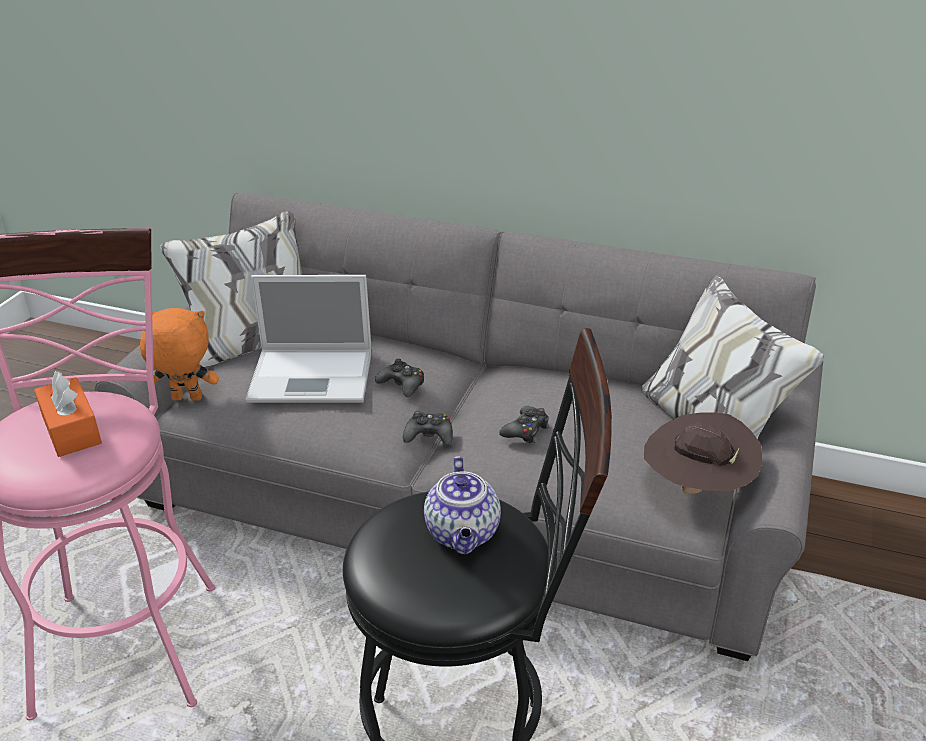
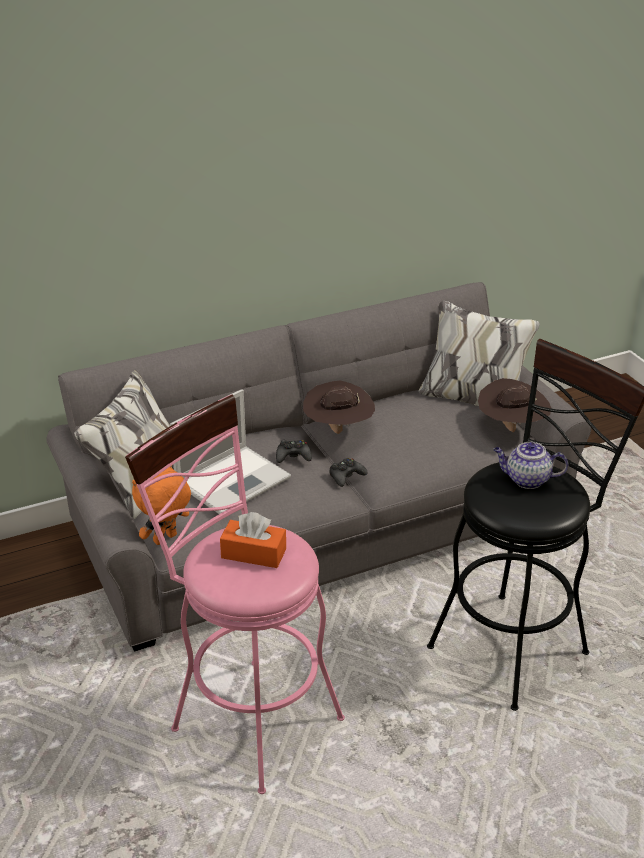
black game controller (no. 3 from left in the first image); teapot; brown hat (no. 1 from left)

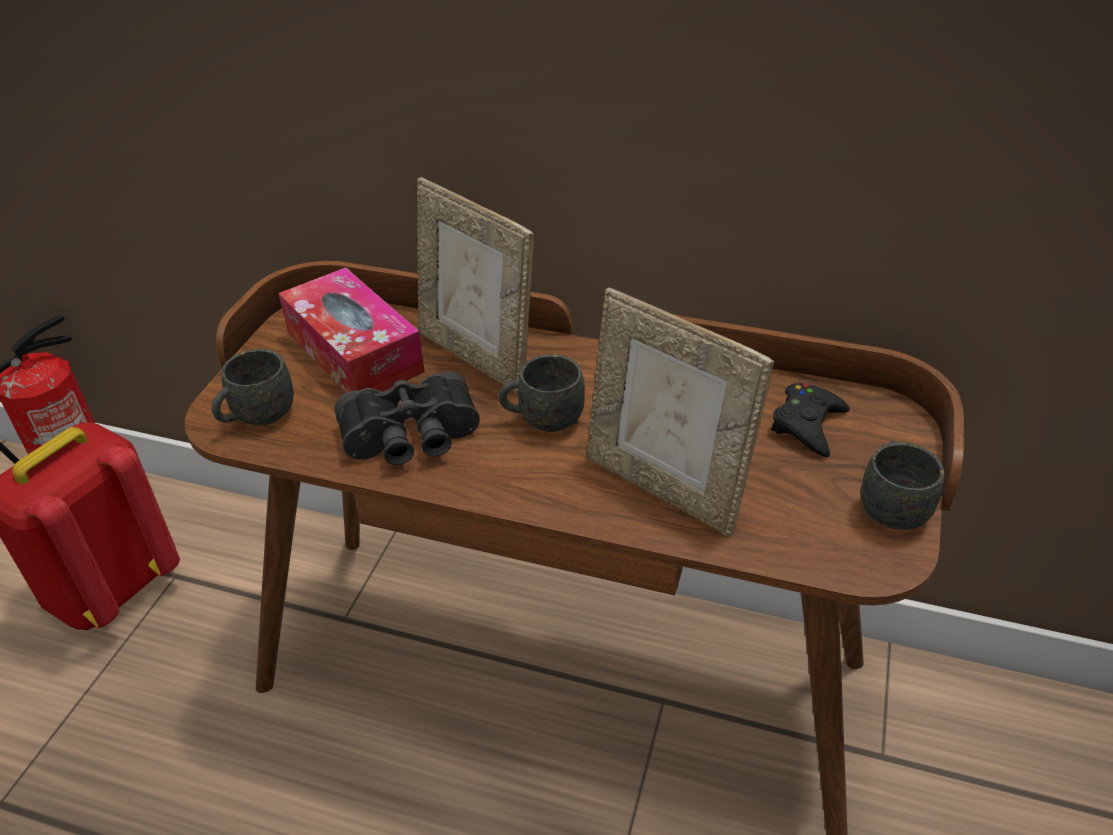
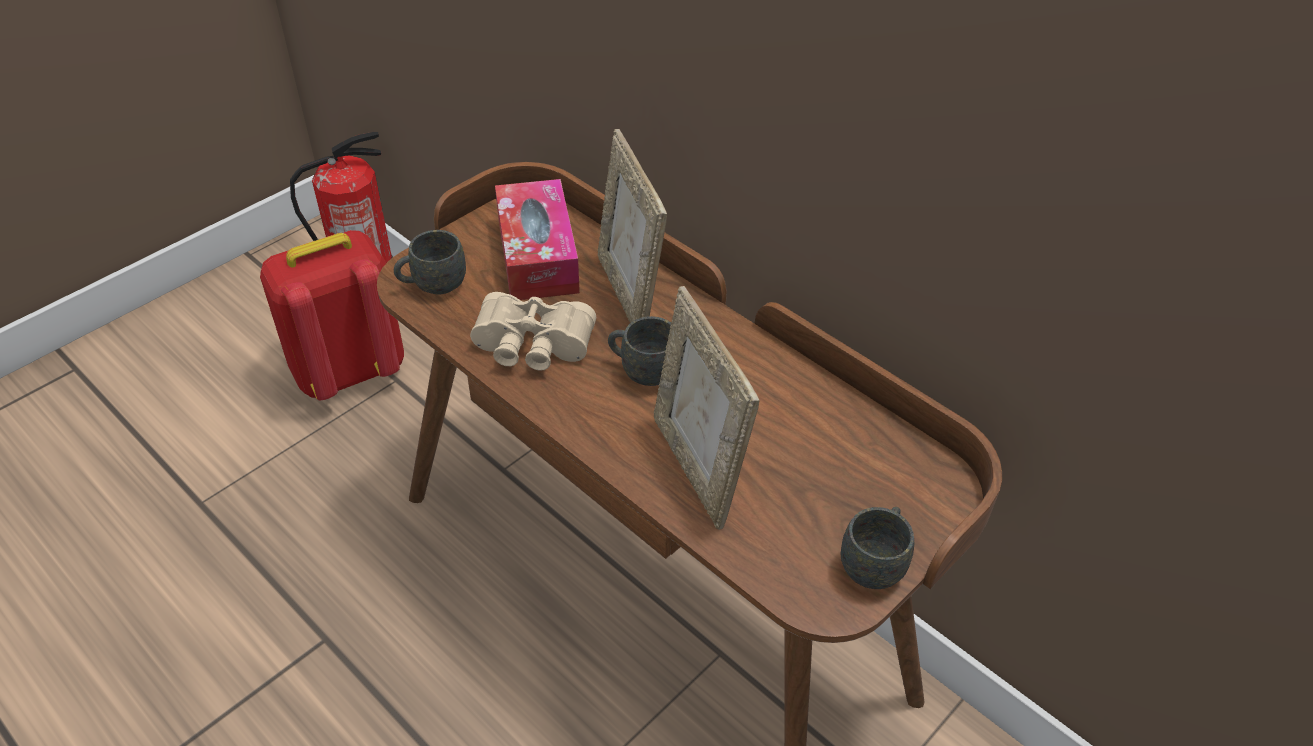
beige binoculars; black game controller

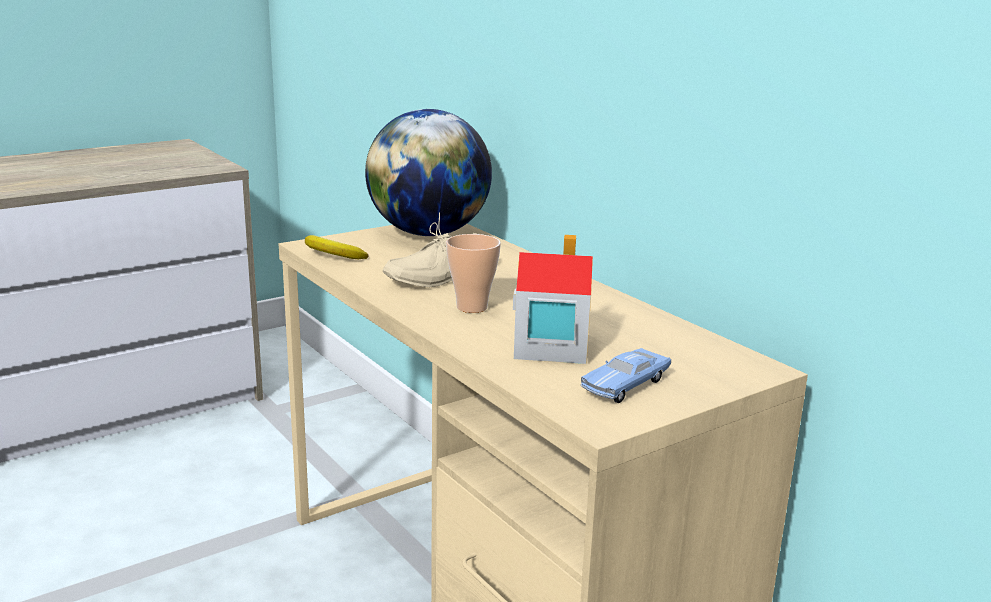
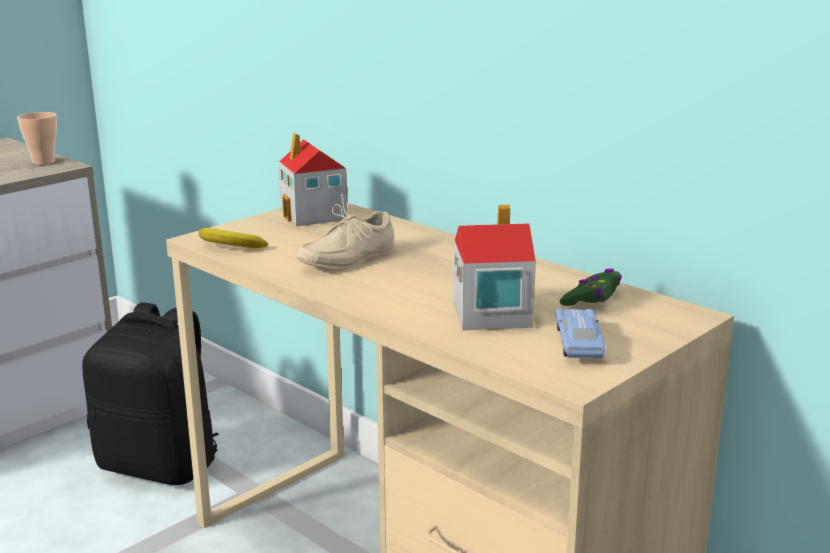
toy house (no. 1 from left); cup; blue toy car; green game controller; black backpack

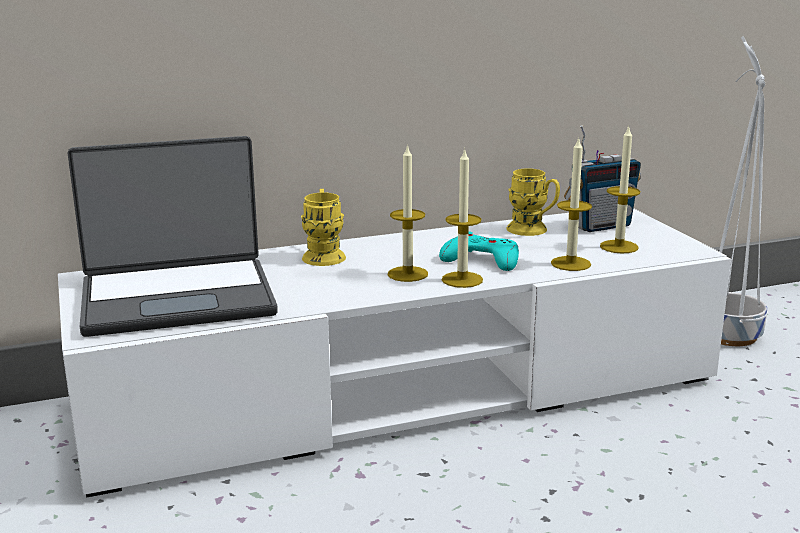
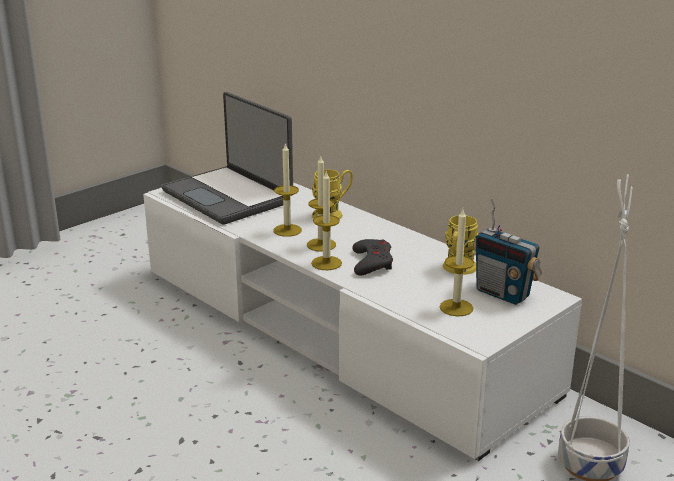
candle (no. 1 from left); grey game controller

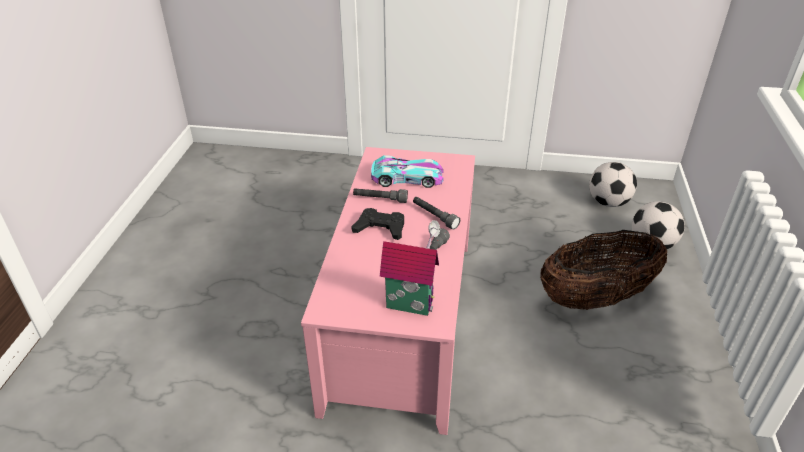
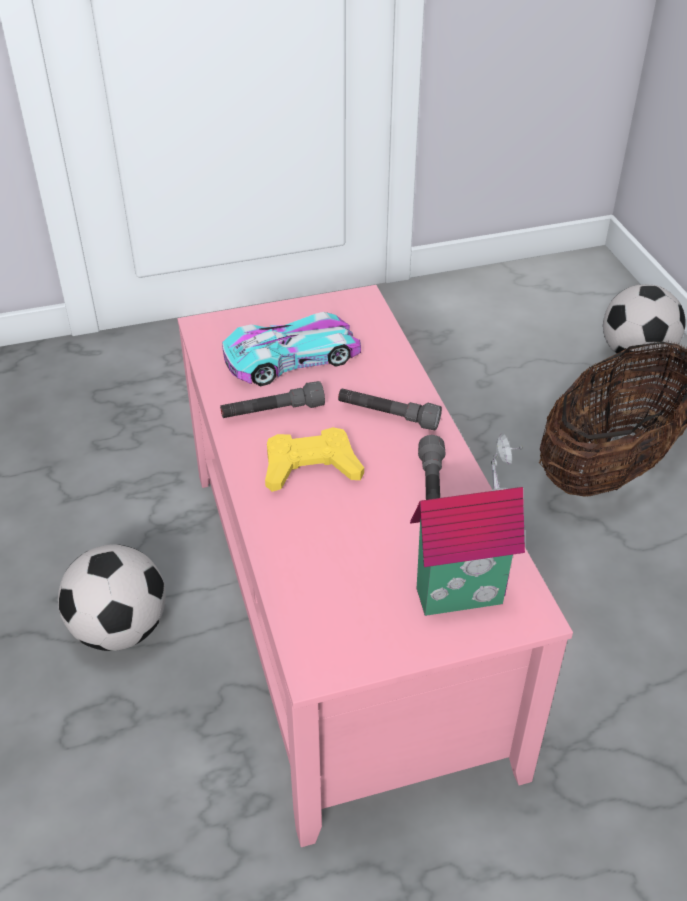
football (no. 1 from left); yellow game controller

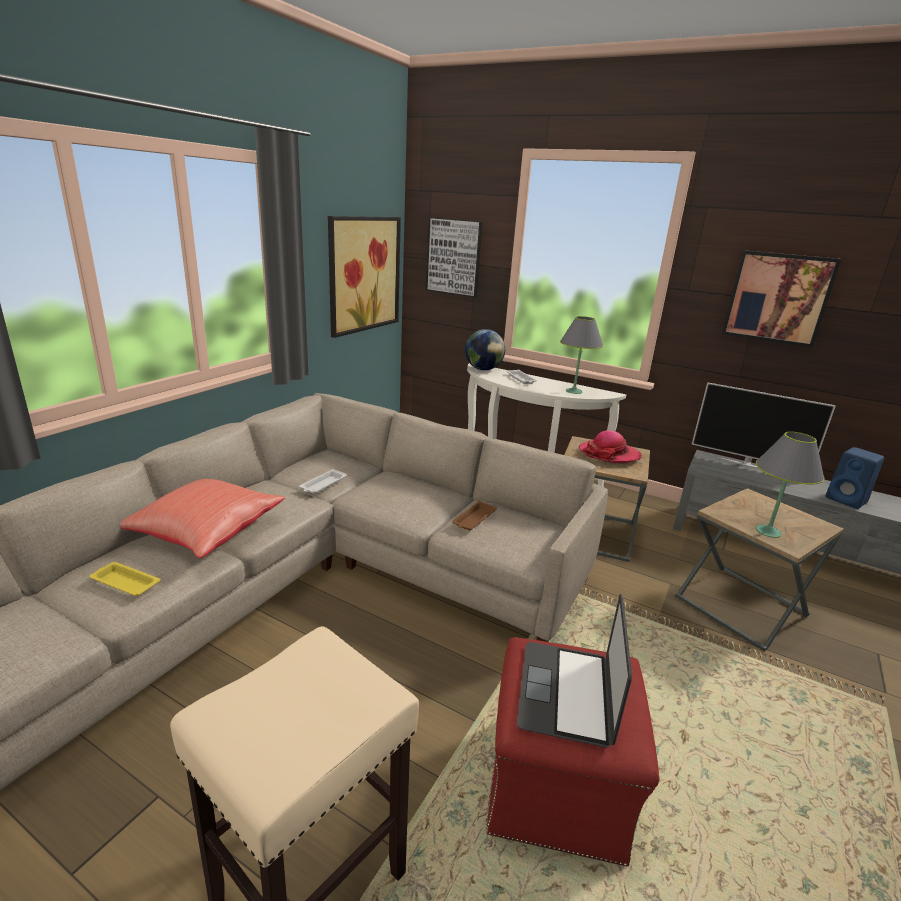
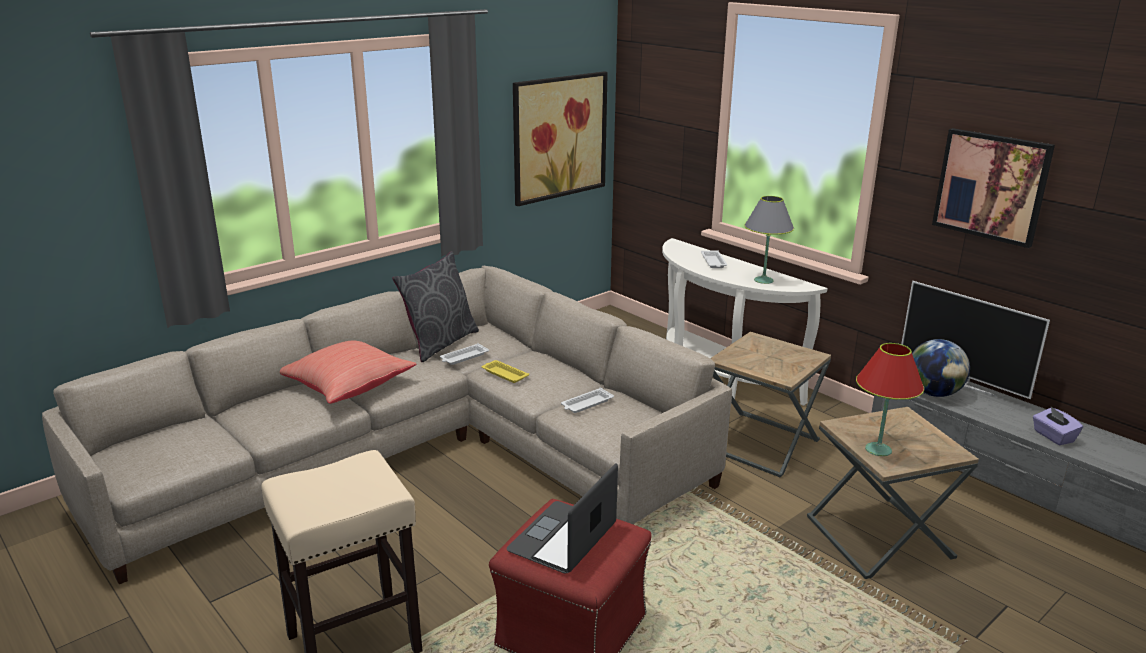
picture (no. 2 from left in the first image); globe; hat; red table lamp; purple tissue box; white tray (no. 2 from left); yellow tray; grey pillow

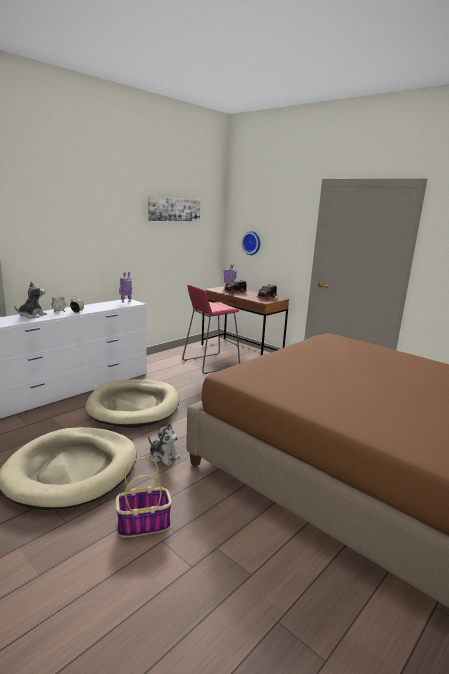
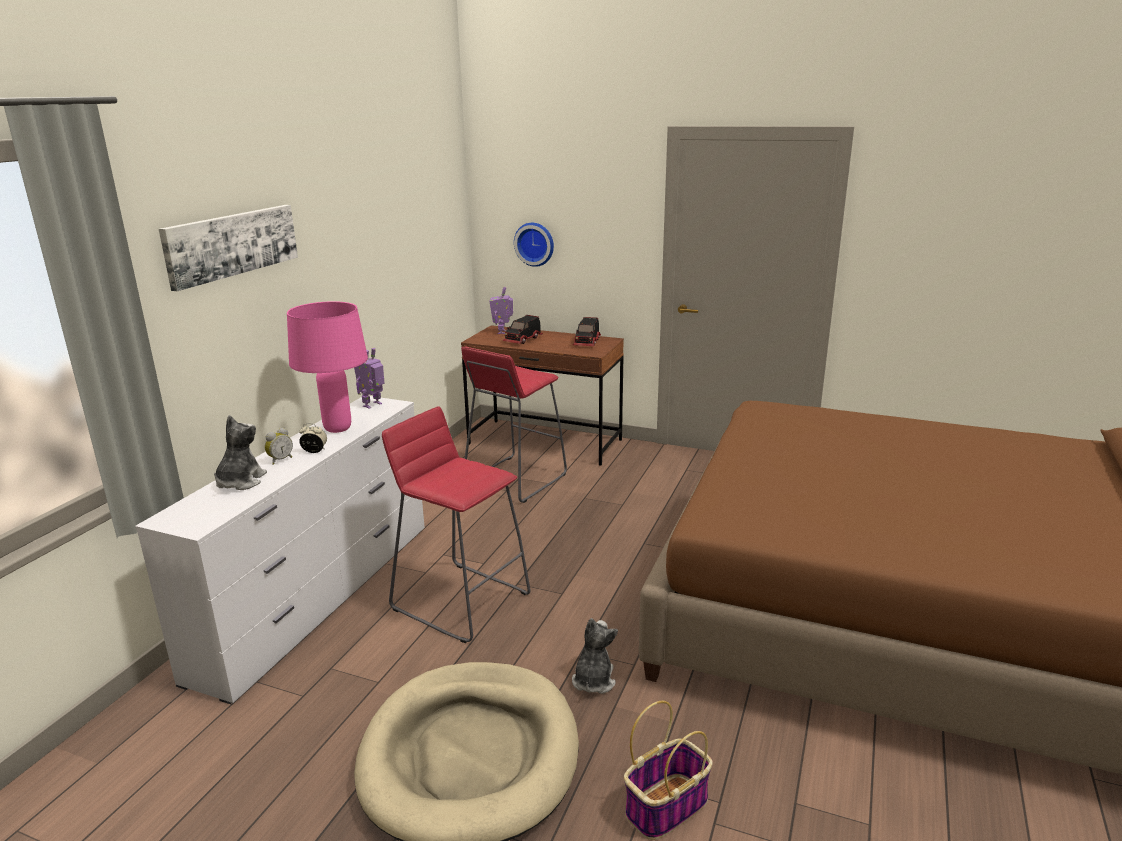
picture; red stool (no. 1 from left); plush toy (no. 2 from left); pink table lamp

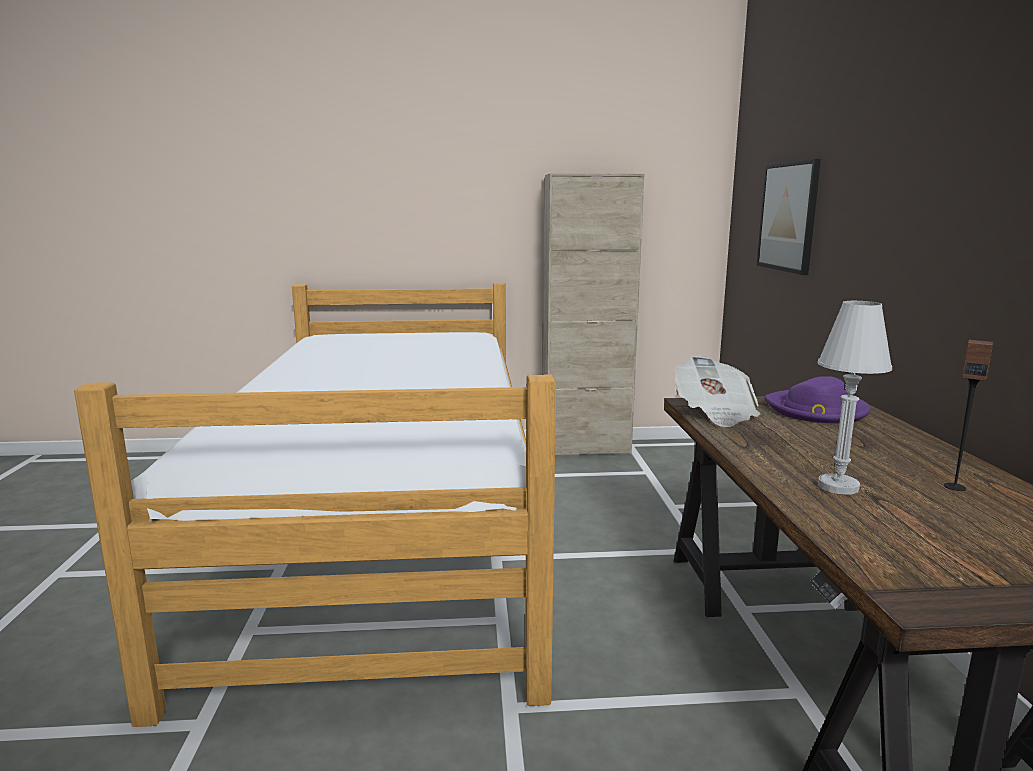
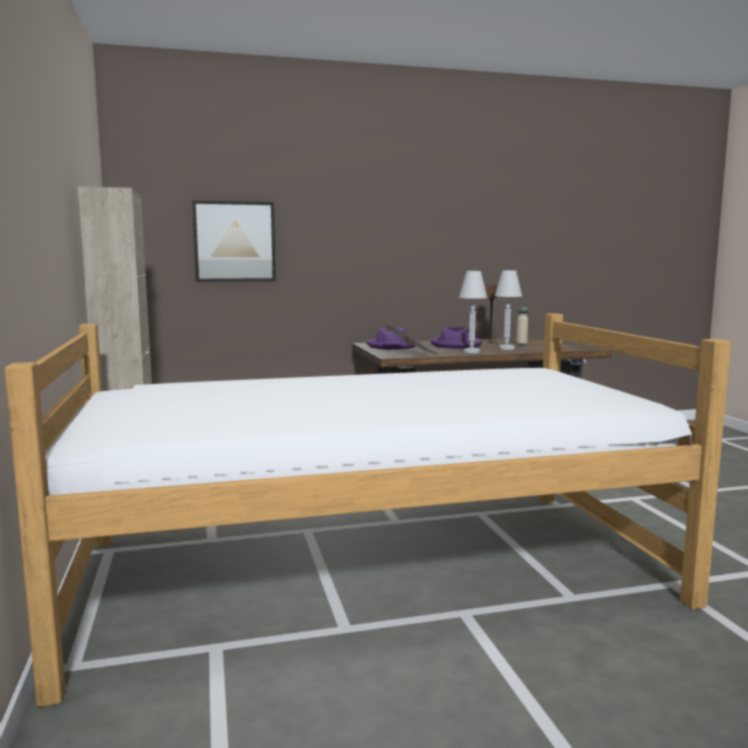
white table lamp (no. 1 from left); beige bottle; purple hat (no. 2 from left)

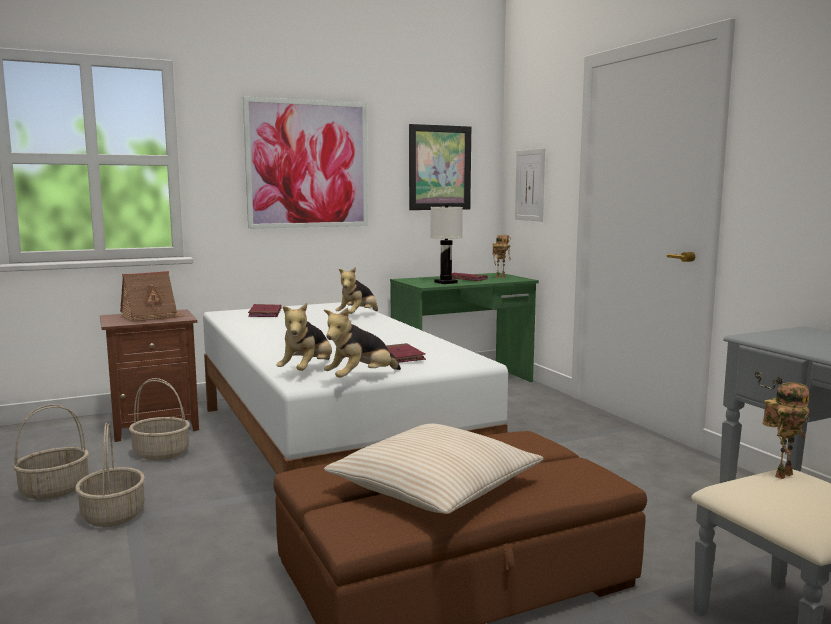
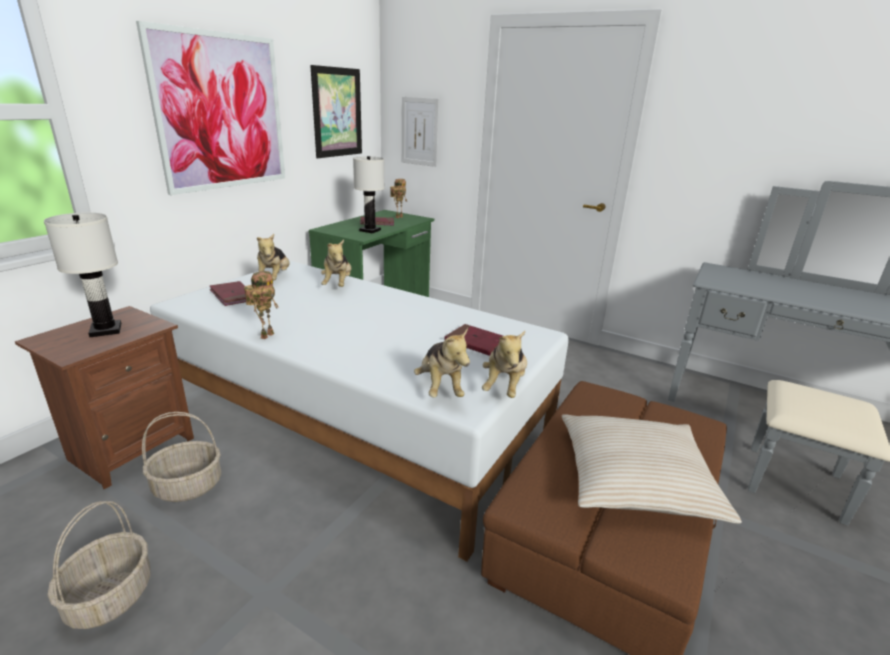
white table lamp (no. 1 from left); toy robot (no. 1 from left); basket (no. 2 from left in the first image); plush toy (no. 1 from left)

